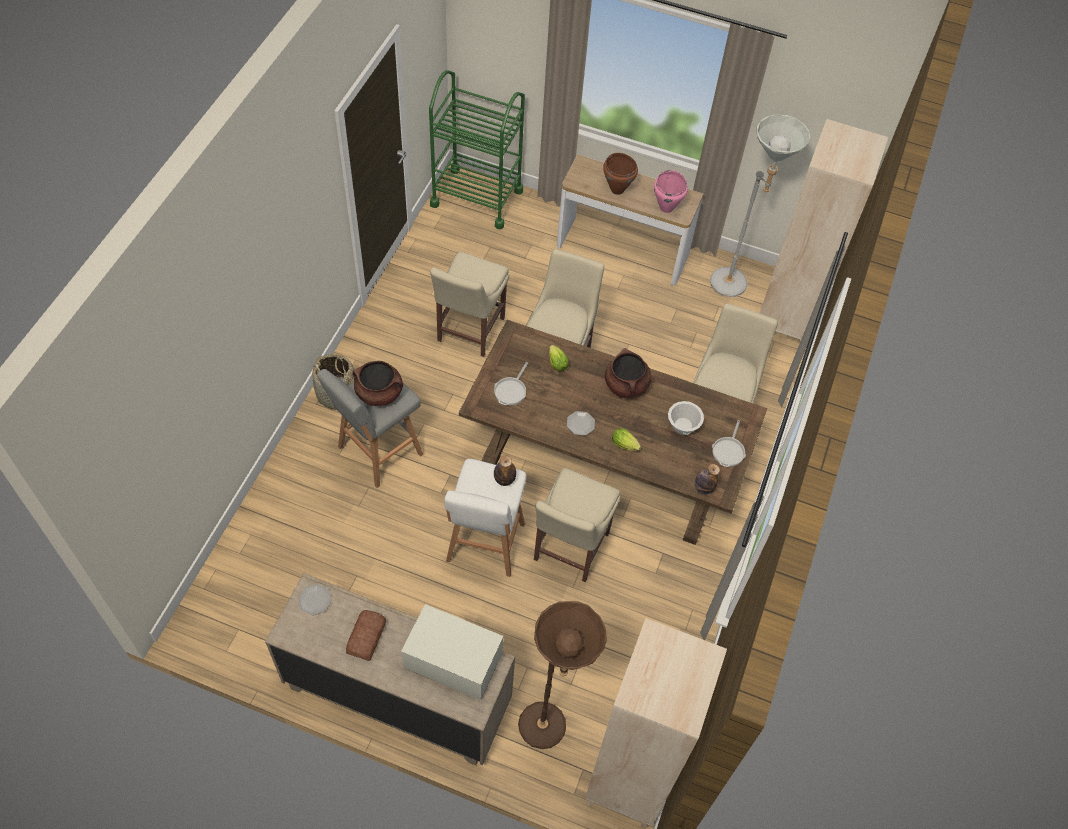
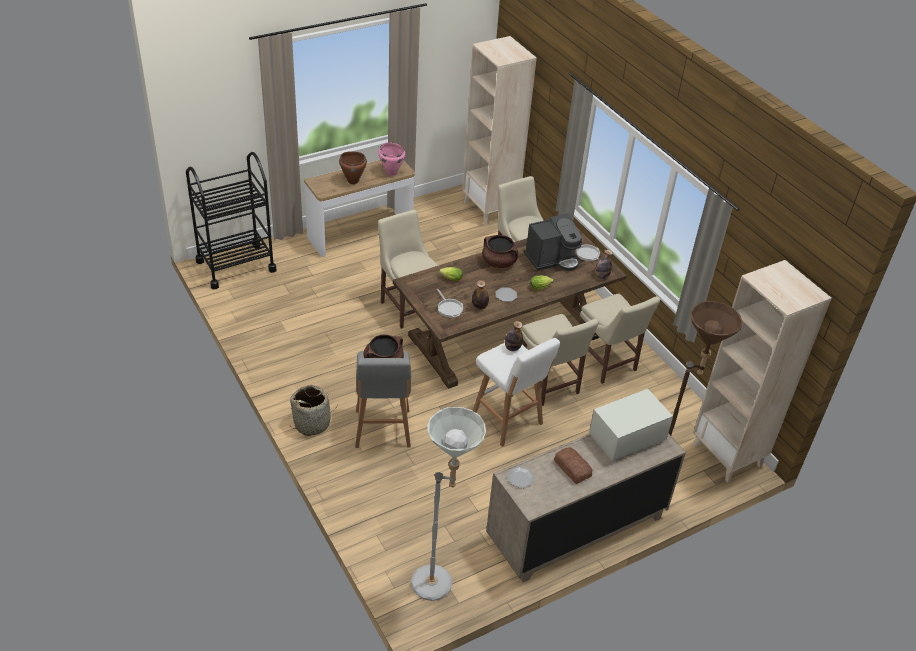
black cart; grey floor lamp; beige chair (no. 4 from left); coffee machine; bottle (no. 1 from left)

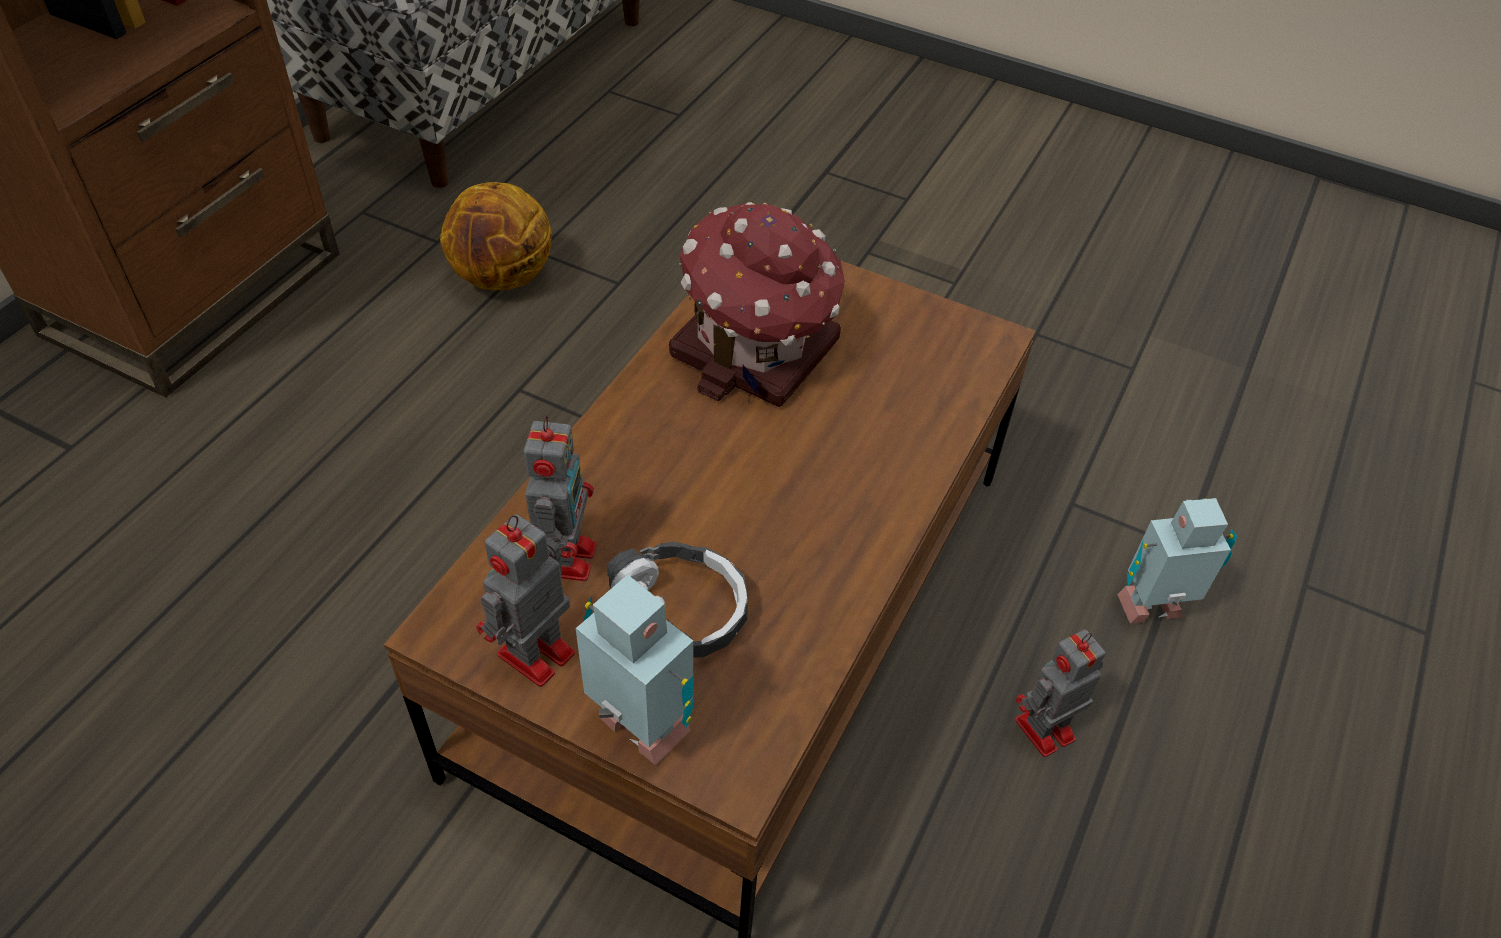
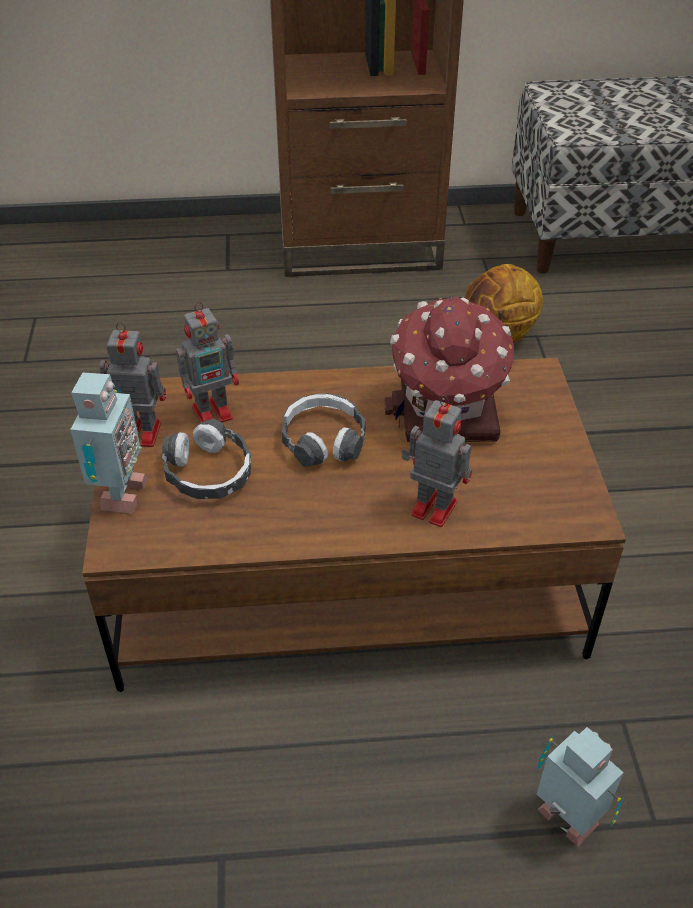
toy robot (no. 4 from left); headphones (no. 2 from left)

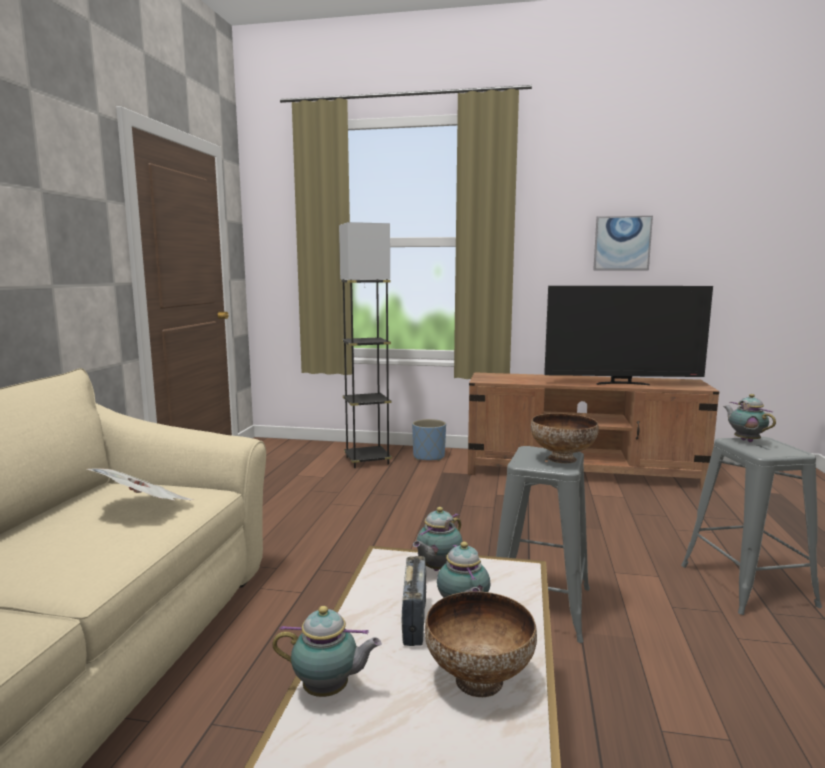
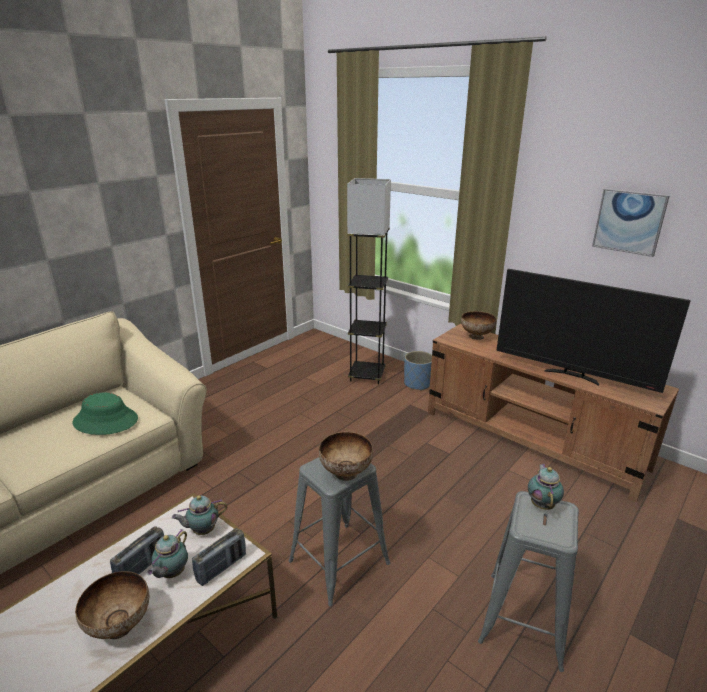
green hat; teapot (no. 1 from left in the first image); bowl (no. 3 from left); radio (no. 2 from left)

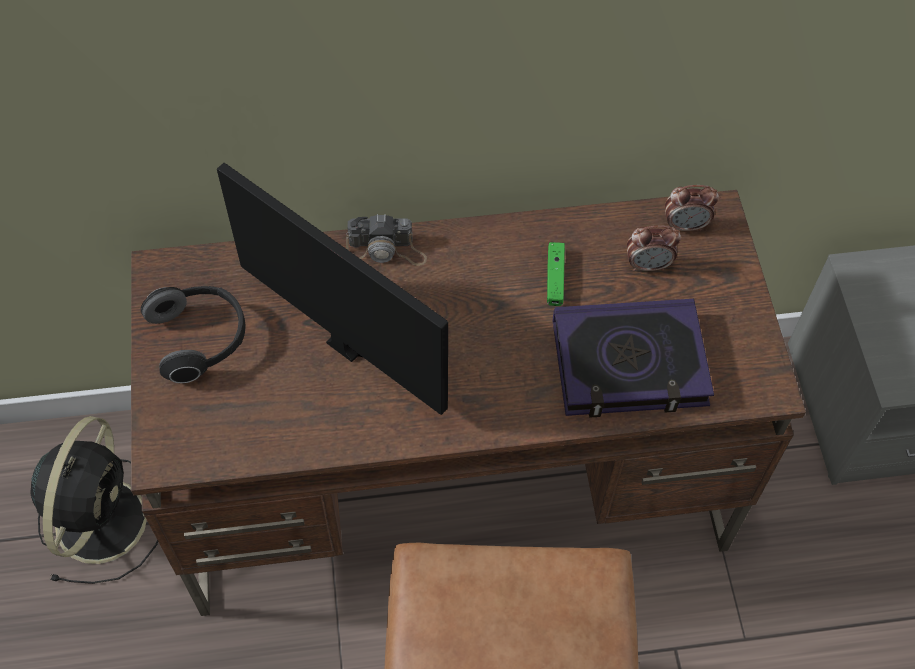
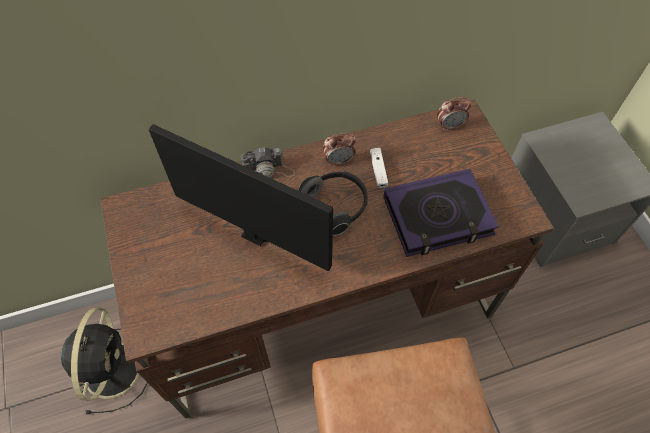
alarm clock (no. 1 from left); white game controller; headphones

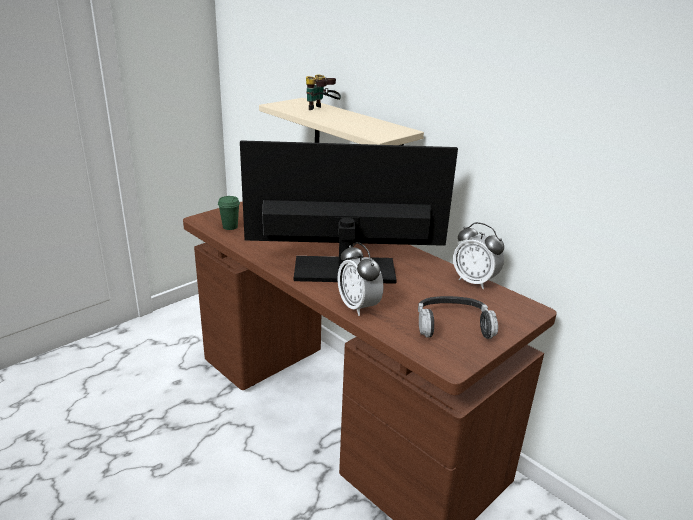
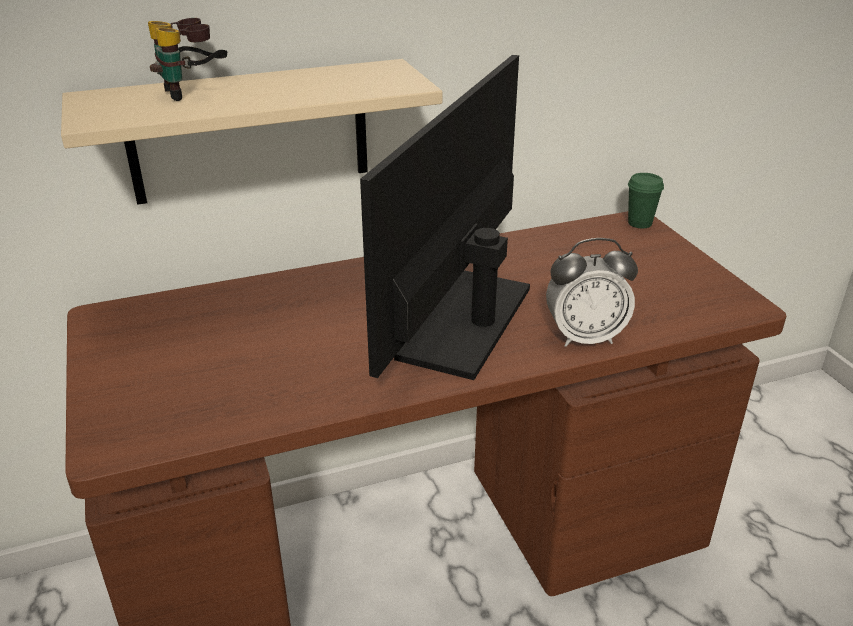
green cup; alarm clock (no. 2 from left in the first image); headphones

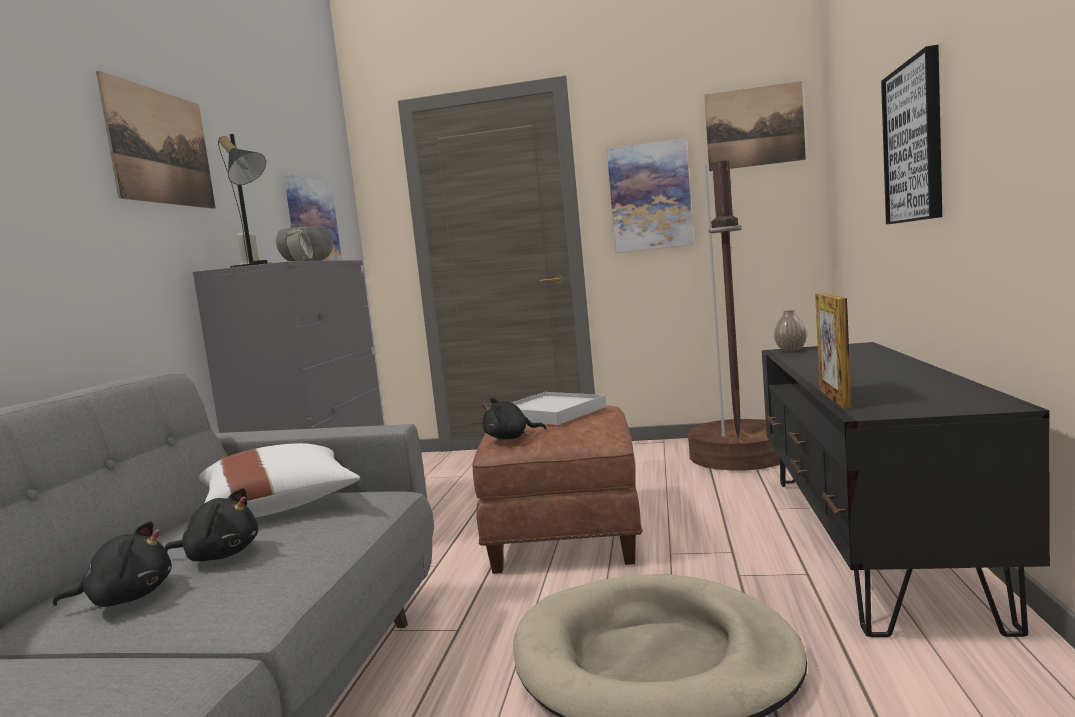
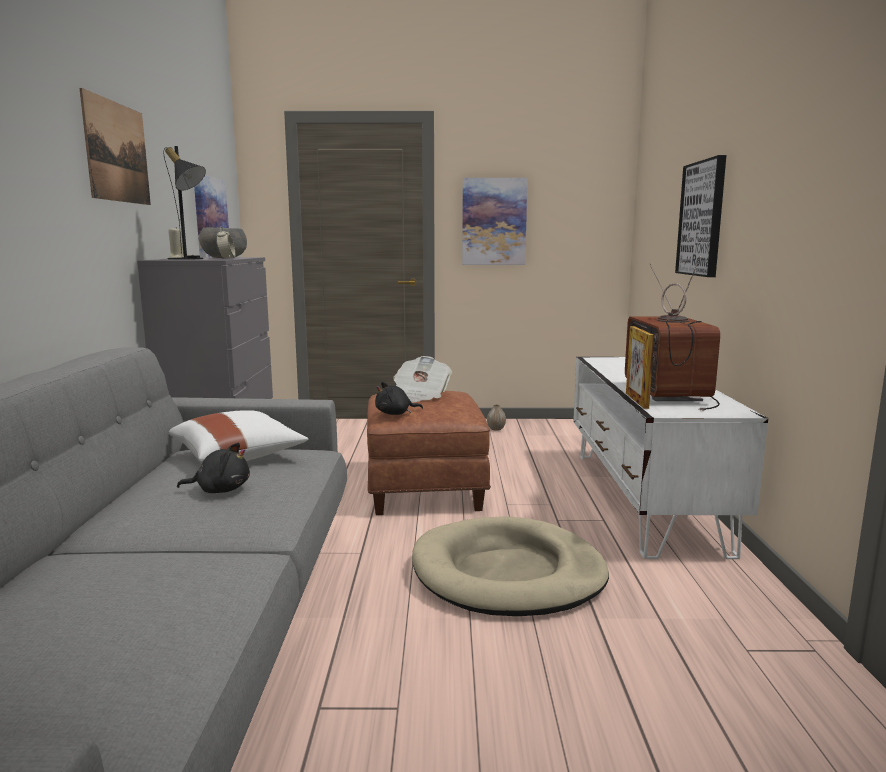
picture (no. 4 from left in the first image); brown floor lamp; vase; white tv stand; newspaper; black plush toy (no. 1 from left in the first image); television

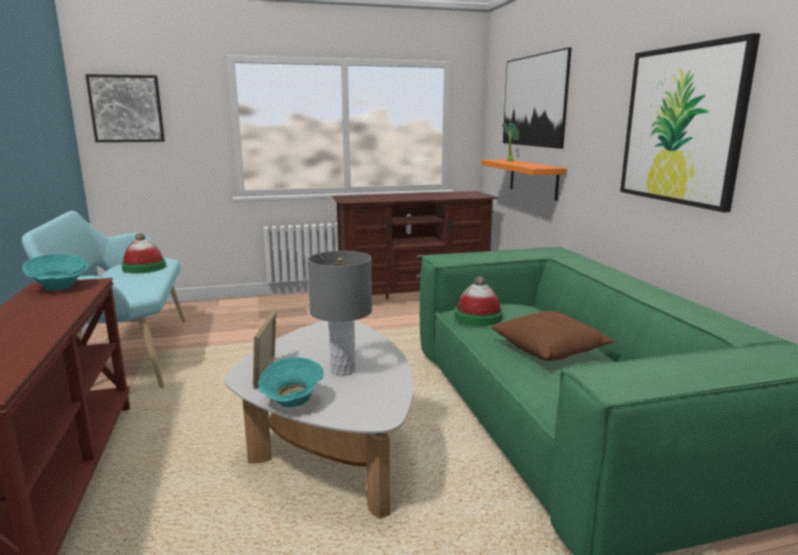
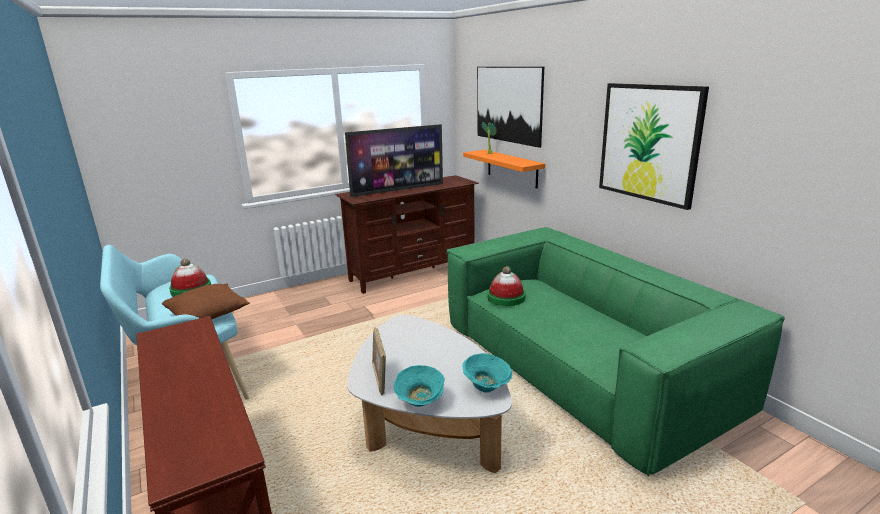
picture (no. 1 from left in the first image); grey table lamp; turquoise bowl (no. 2 from left); brown pillow; television

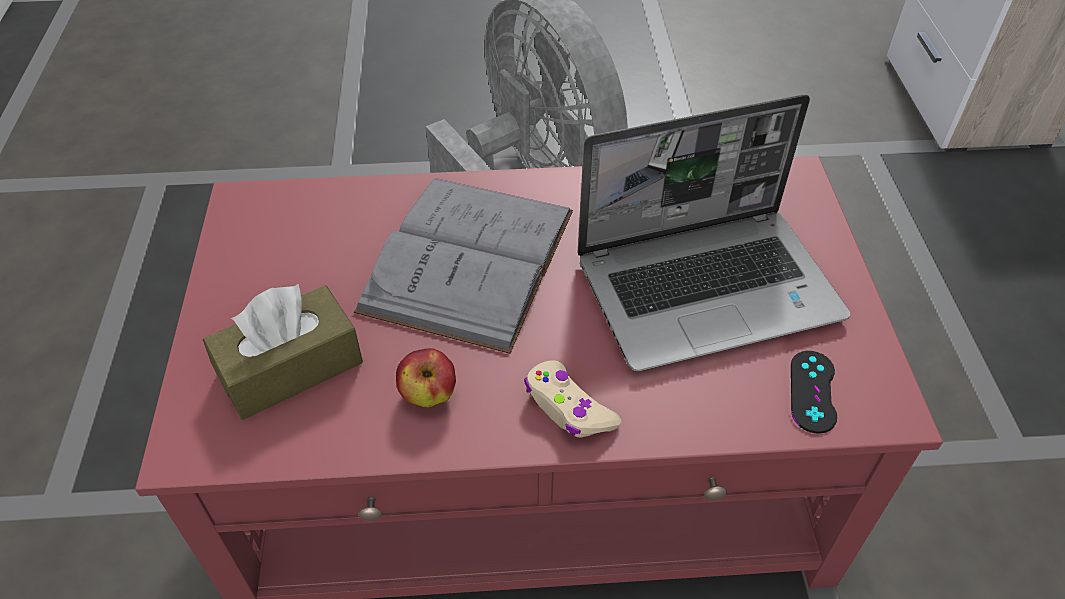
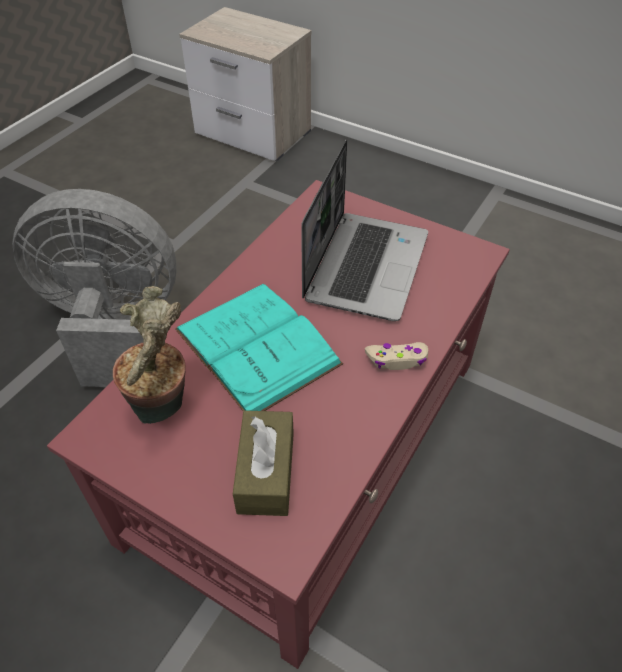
turquoise book; apple; black game controller; potted plant

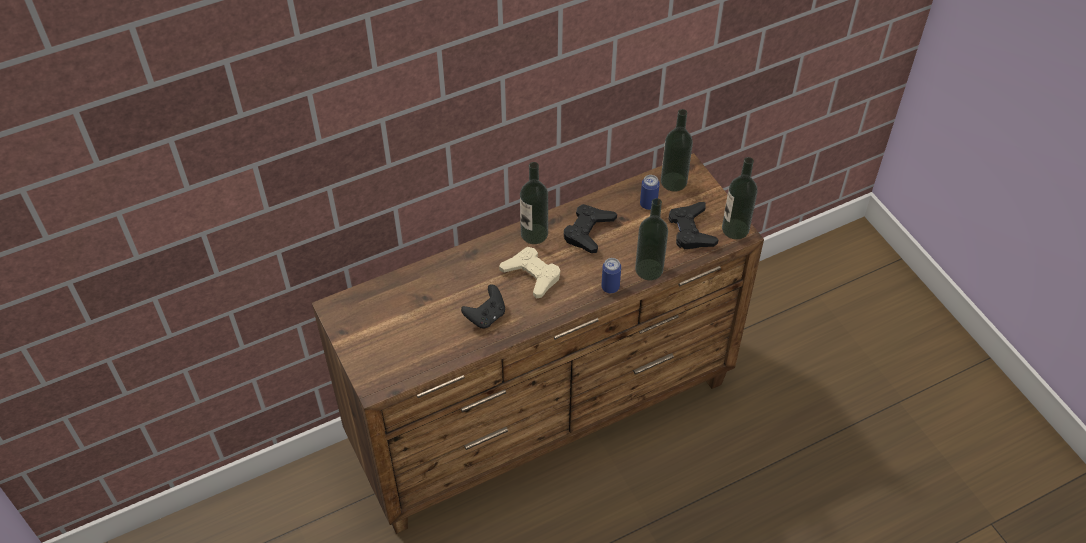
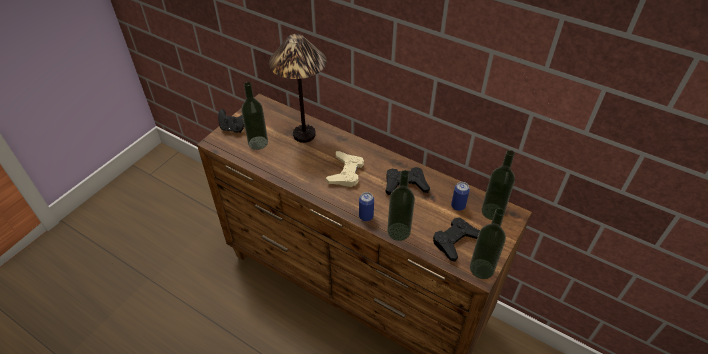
bottle (no. 1 from left); black game controller (no. 1 from left); table lamp

